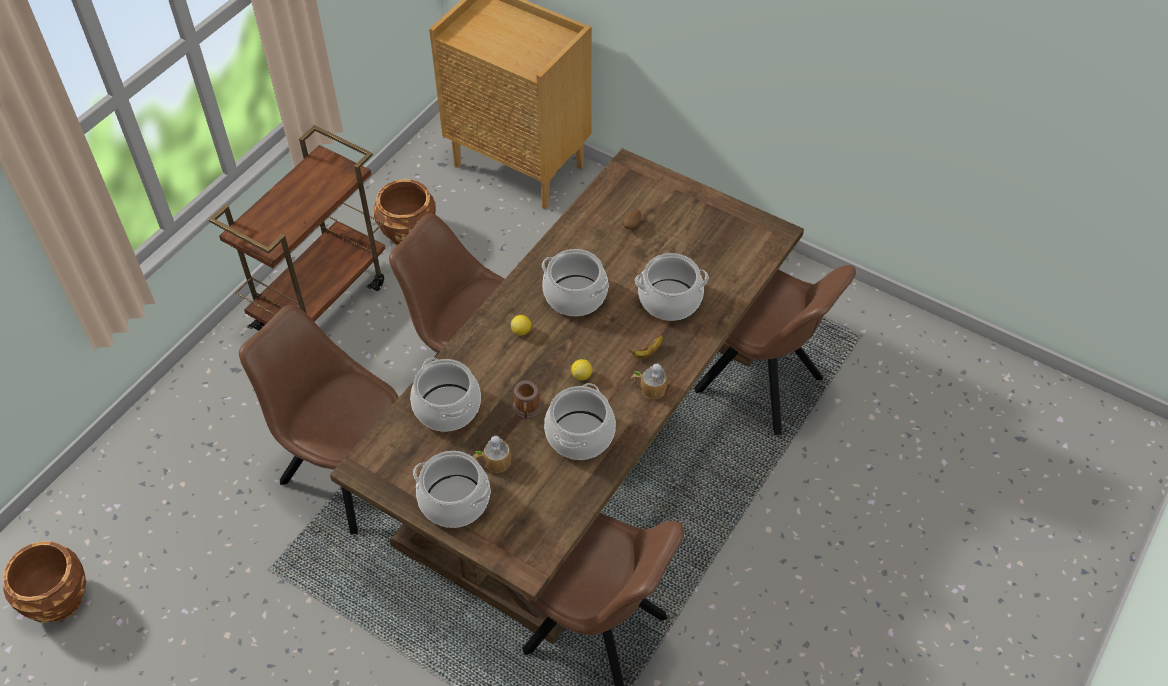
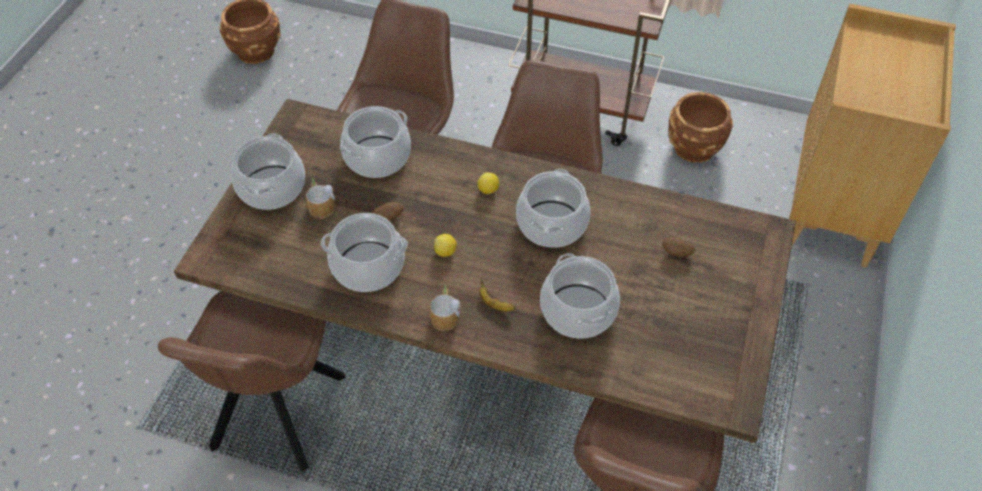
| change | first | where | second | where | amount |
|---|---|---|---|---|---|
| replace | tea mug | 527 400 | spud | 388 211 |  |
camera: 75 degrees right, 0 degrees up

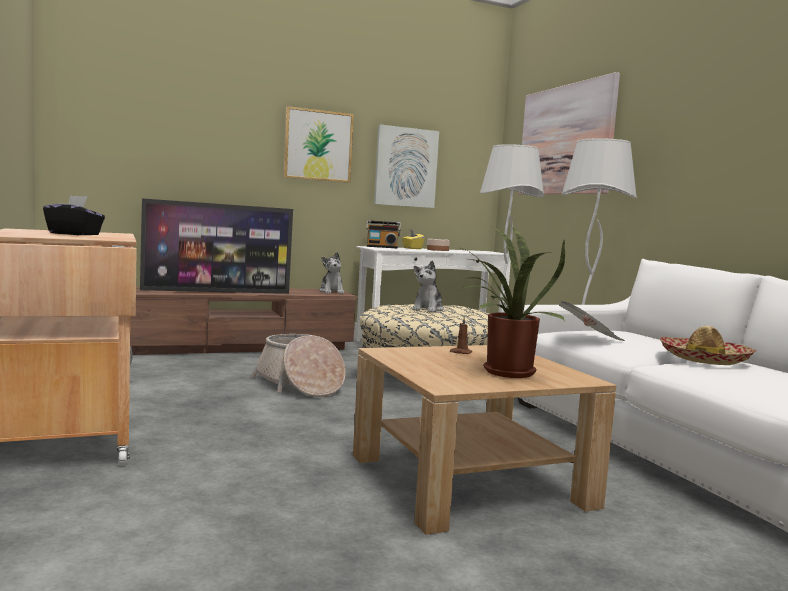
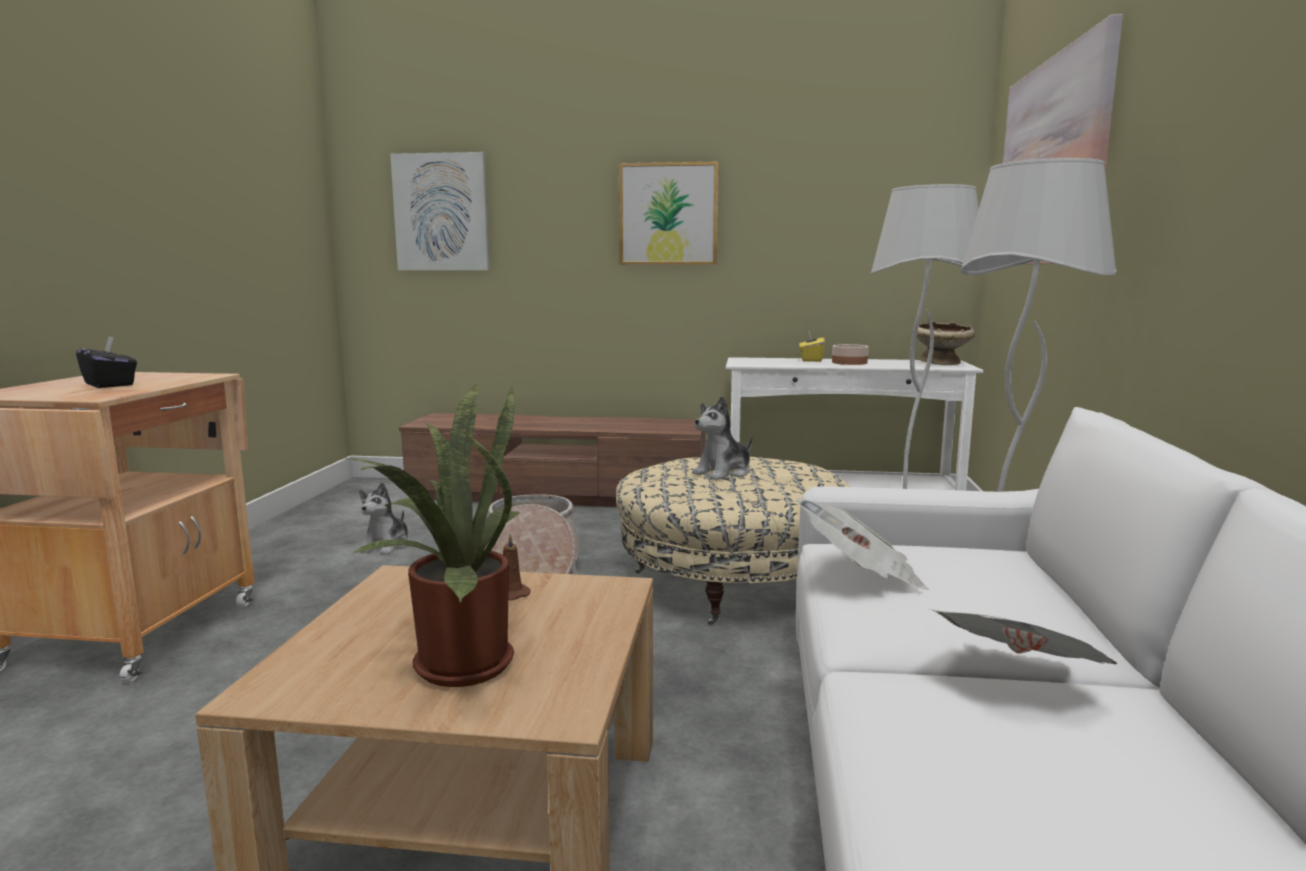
| change | first | where | second | where | amount |
|---|---|---|---|---|---|
| delete | TV set | 216 246 |  |  |  |
| delete | radio set | 383 234 |  |  |  |
| insert |  |  | serving bowl in beige-coloured | 945 343 |  |
| move | soft toy | 331 273 |  | 384 518 |  |
| move | wall picture | 406 166 |  | 440 211 |  |
| replace | clothing hat | 708 345 | printed paper | 1023 637 |  |
camera: 30 degrees right, 5 degrees up

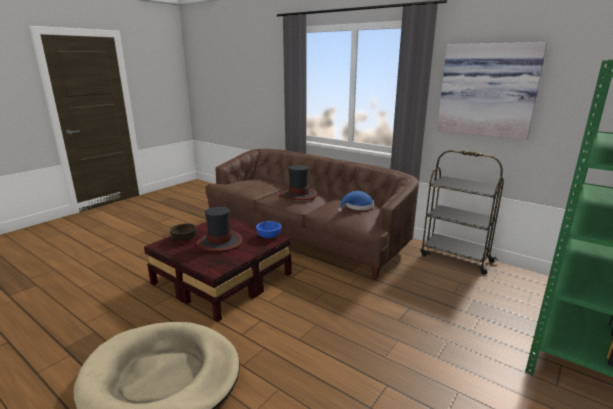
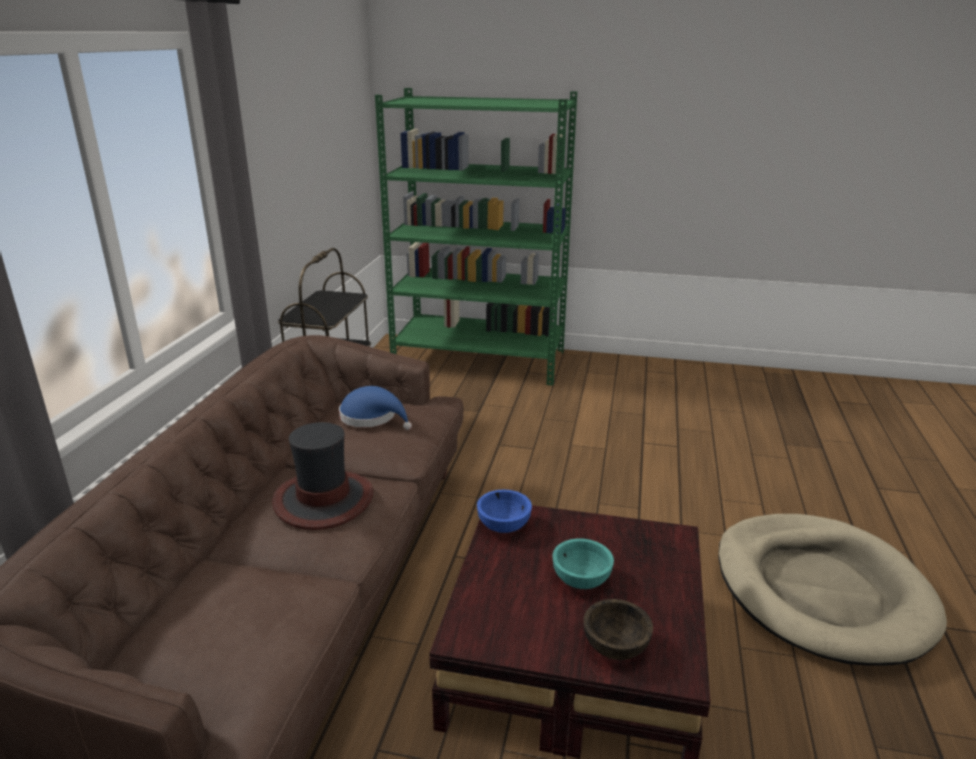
| change | first | where | second | where | amount |
|---|---|---|---|---|---|
| delete | wall picture | 492 91 |  |  |  |
| replace | clothing hat | 220 229 | serving bowl in blue-green | 583 563 |  |
camera: 115 degrees left, 5 degrees up

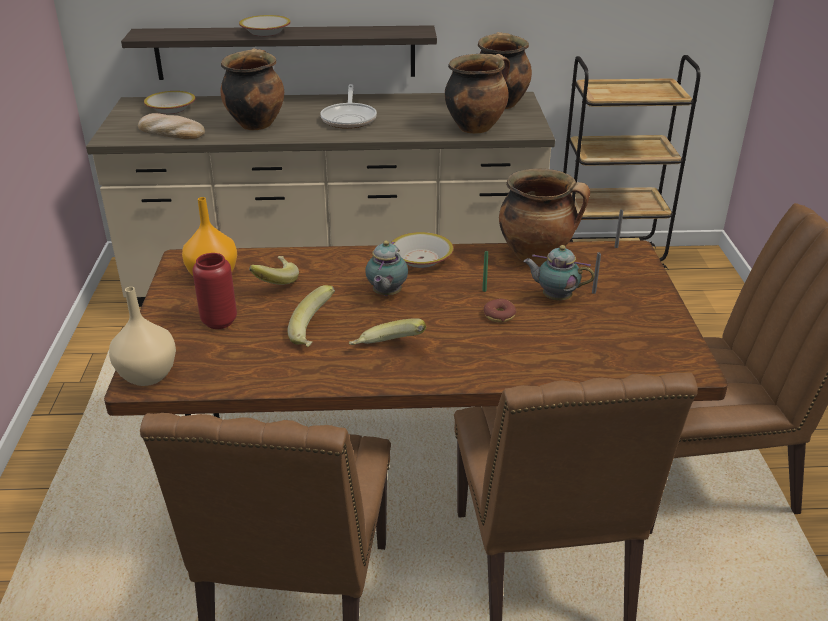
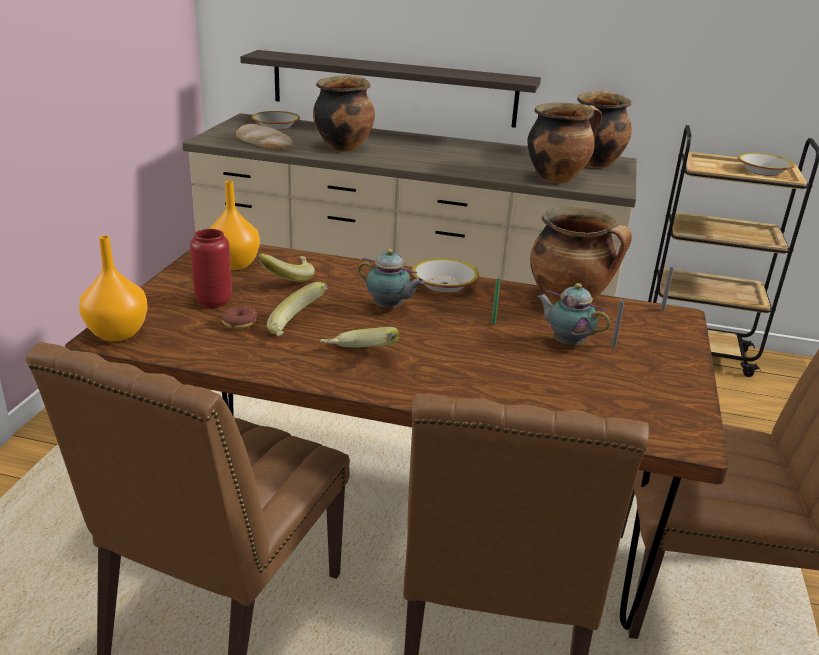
| change | first | where | second | where | amount |
|---|---|---|---|---|---|
| delete | frying pan | 348 106 |  |  |  |
| move | serving bowl | 265 26 |  | 765 164 |  |
| move | doughnut | 500 310 |  | 239 317 |  |
| recolor | flower vase in beige-coloured | 142 336 | flower vase in orangey | 113 288 |  |
| rotate | teapot | 386 268 |  | 391 279 | 90 degrees counterclockwise |
camera: 15 degrees right, 5 degrees down

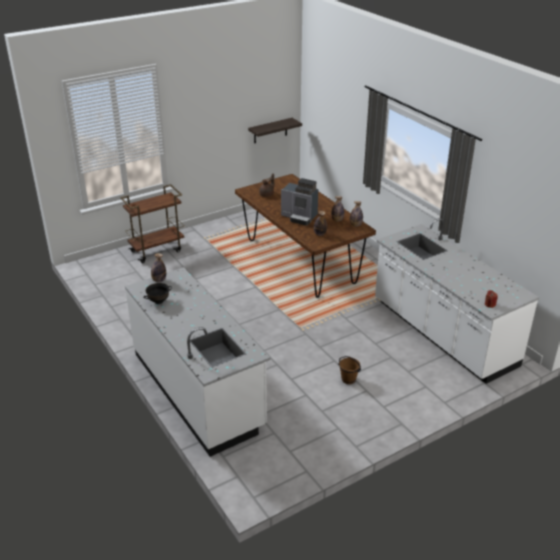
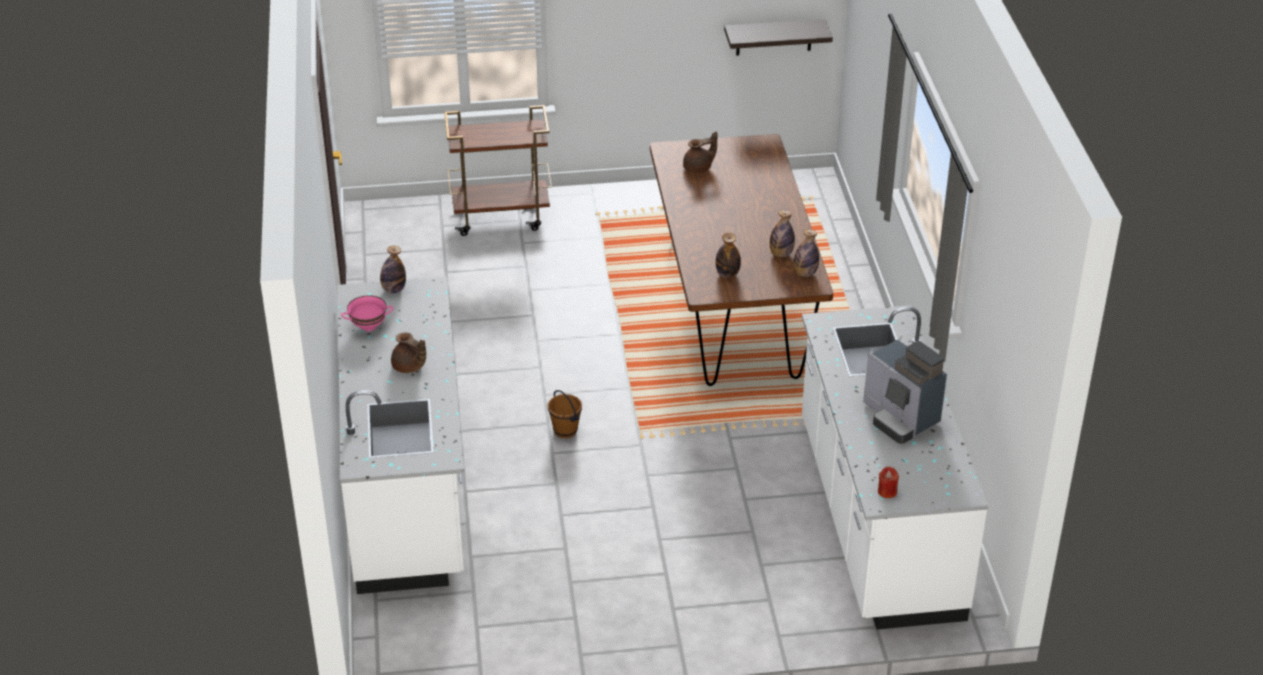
| change | first | where | second | where | amount |
|---|---|---|---|---|---|
| insert |  |  | teapot in brown-coloured | 408 353 |  |
| move | coffee brewer | 299 202 |  | 905 391 |  |
| move | bucket in brown-coloured | 349 370 |  | 565 414 |  |
| recolor | serving bowl in blackish | 158 293 | serving bowl in pink-coloured | 367 313 |  |
camera: 25 degrees right, 5 degrees up

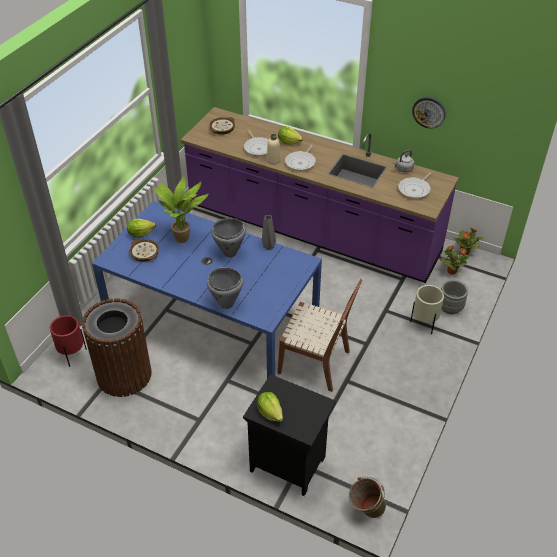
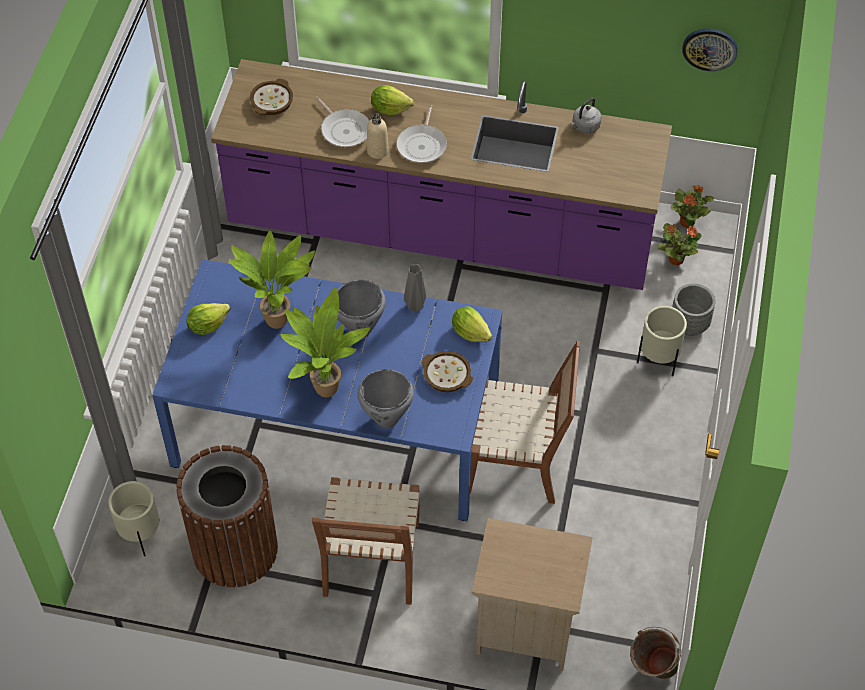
| change | first | where | second | where | amount |
|---|---|---|---|---|---|
| delete | frying pan | 415 185 |  |  |  |
| insert |  |  | plant in a pot | 325 342 |  |
| insert |  |  | upright chair | 366 541 |  |
| move | serving bowl | 144 250 |  | 447 371 |  |
| move | lettuce | 270 407 |  | 472 324 |  |
| move | clock on the wall | 429 113 |  | 710 49 |  |
| recolor | flower pot in red | 68 341 | flower pot in beige-coloured | 134 518 |  |
| recolor | bedside table in blackish | 289 435 | bedside table in beige-coloured | 532 594 |  |
camera: 15 degrees left, 10 degrees up

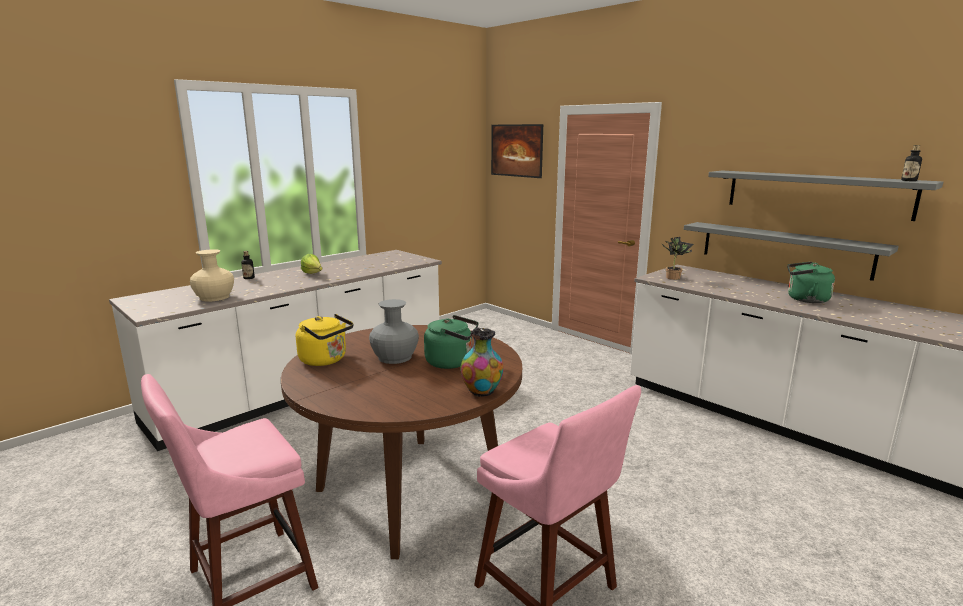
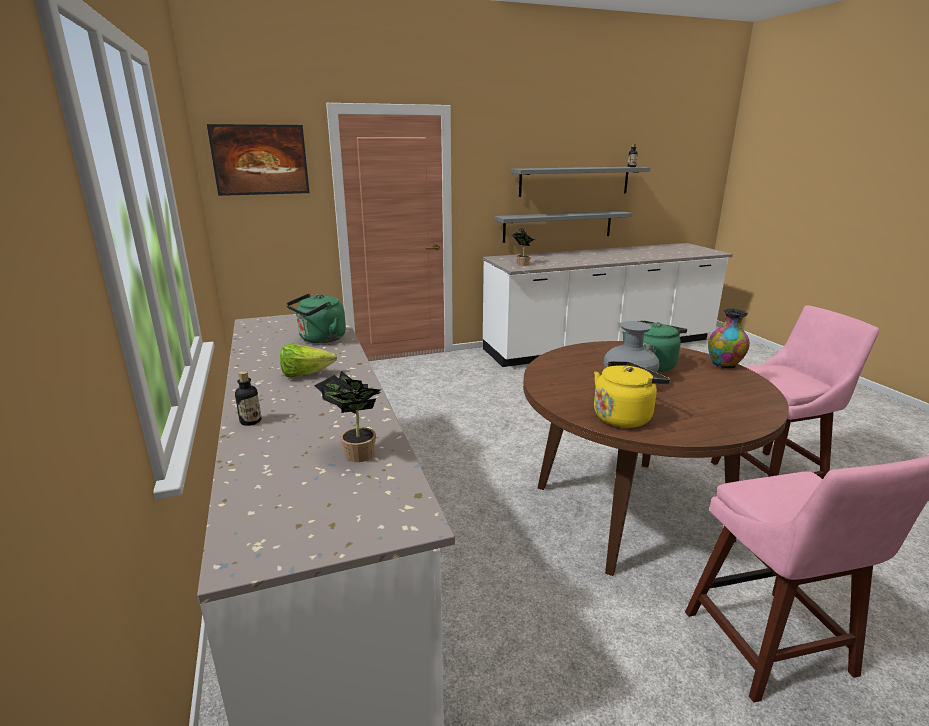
| change | first | where | second | where | amount |
|---|---|---|---|---|---|
| move | tea kettle in greenish | 811 282 |  | 316 318 |  |
| replace | flower vase in beige-coloured | 212 275 | plant in a pot | 347 416 |  |
camera: 65 degrees left, 5 degrees up

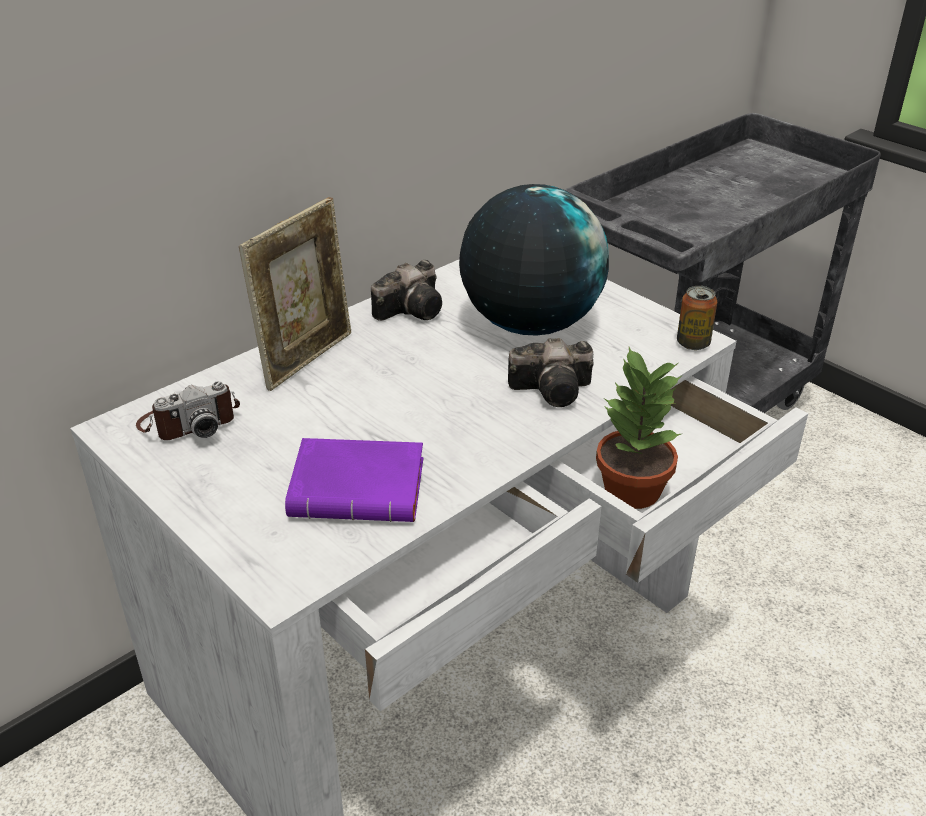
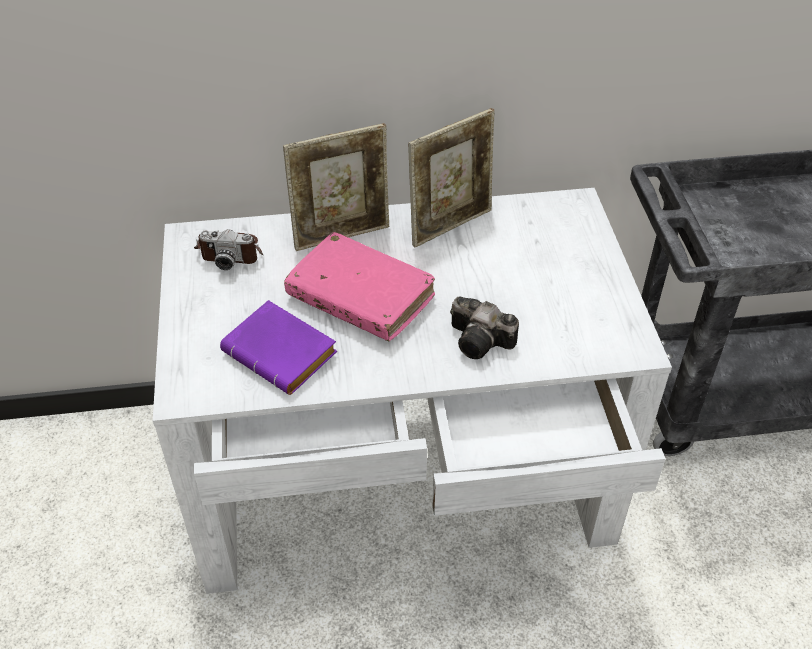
| change | first | where | second | where | amount |
|---|---|---|---|---|---|
| delete | world globe | 534 260 |  |  |  |
| delete | plant in a pot | 638 428 |  |  |  |
| delete | metal can | 697 318 |  |  |  |
| insert |  |  | bound book in pink-coloured | 359 287 |  |
| replace | photo camera | 406 290 | picture frame | 451 177 |  |
camera: 35 degrees right, 10 degrees up

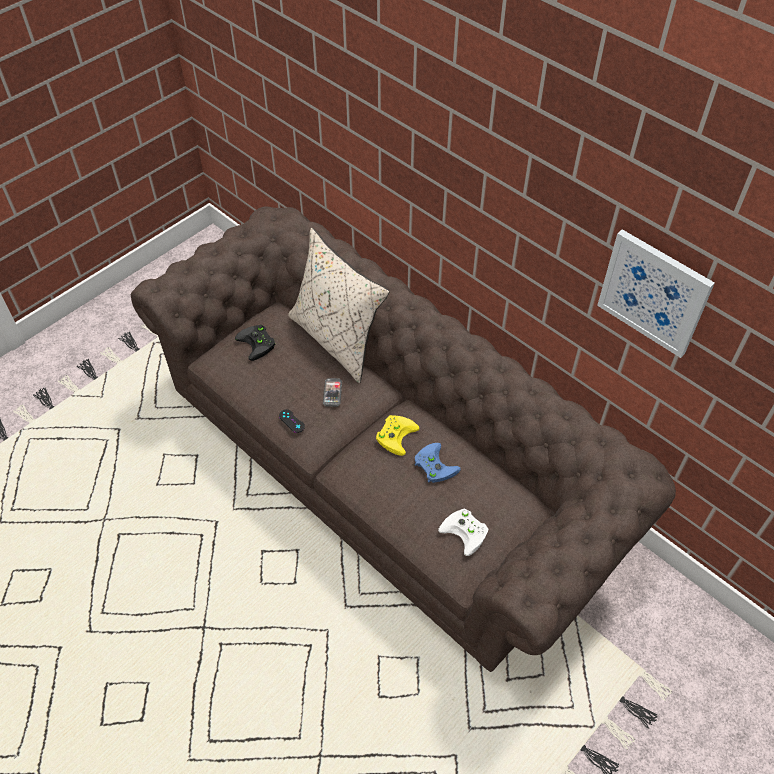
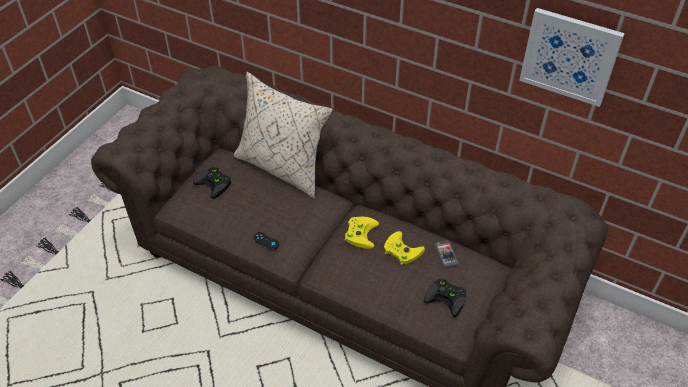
| change | first | where | second | where | amount |
|---|---|---|---|---|---|
| move | telephone | 332 392 |  | 447 254 |  |
| recolor | joypad in bluish | 438 463 | joypad in yellowish | 404 248 |  |
| recolor | joypad in whitish | 463 532 | joypad in blackish | 445 298 |  |
camera: 15 degrees left, 5 degrees down

